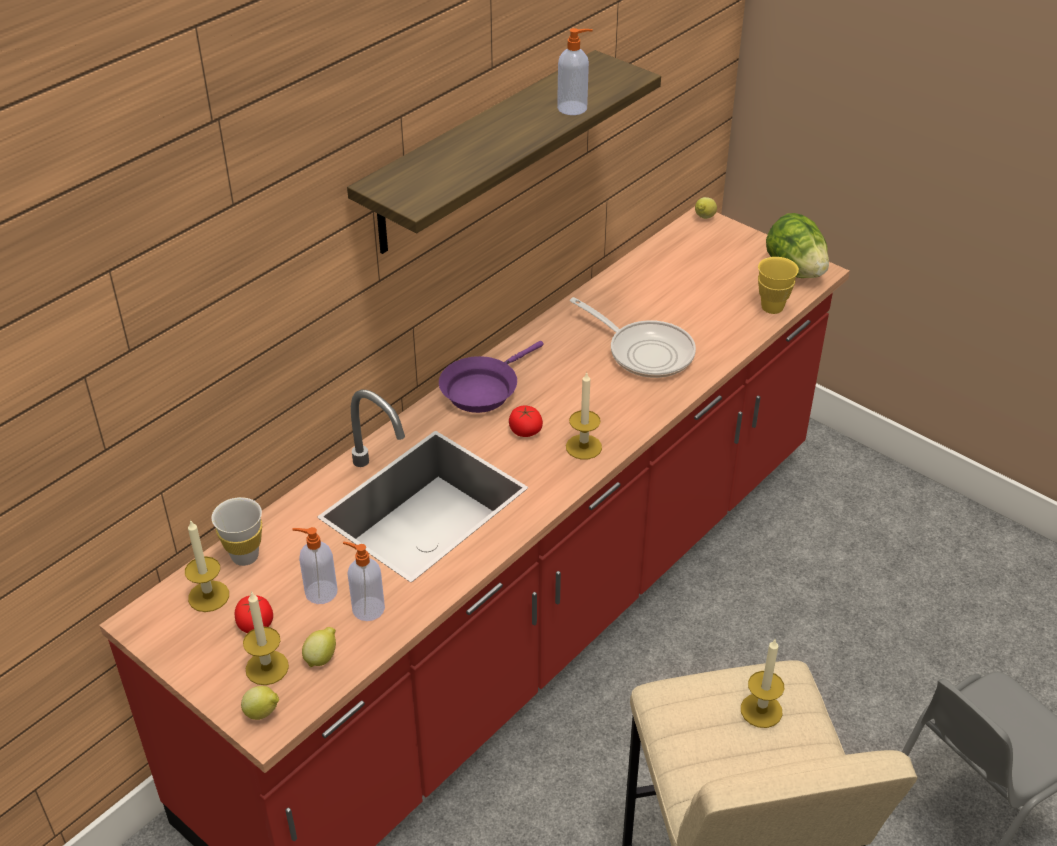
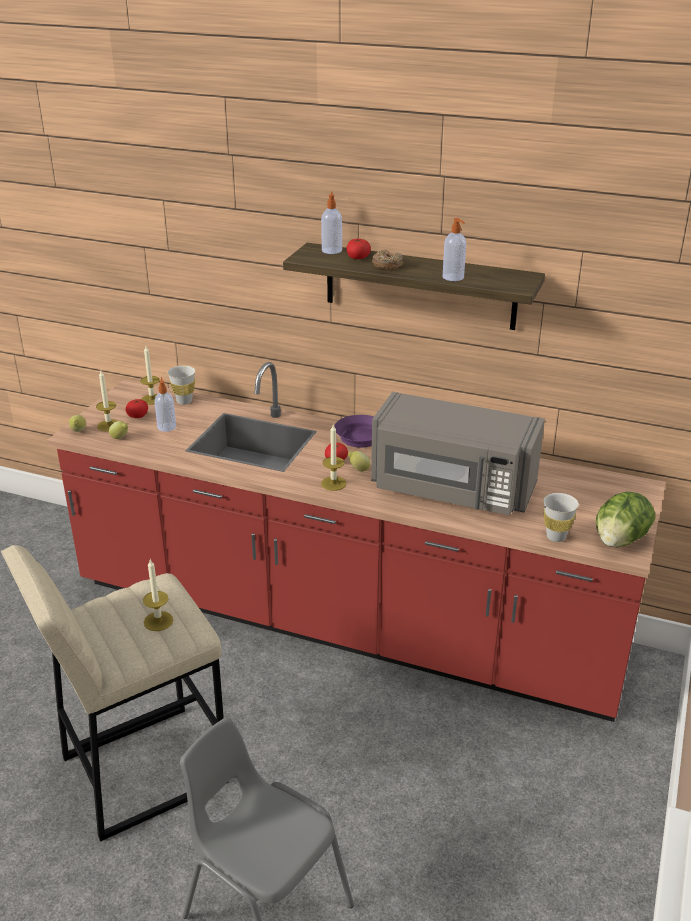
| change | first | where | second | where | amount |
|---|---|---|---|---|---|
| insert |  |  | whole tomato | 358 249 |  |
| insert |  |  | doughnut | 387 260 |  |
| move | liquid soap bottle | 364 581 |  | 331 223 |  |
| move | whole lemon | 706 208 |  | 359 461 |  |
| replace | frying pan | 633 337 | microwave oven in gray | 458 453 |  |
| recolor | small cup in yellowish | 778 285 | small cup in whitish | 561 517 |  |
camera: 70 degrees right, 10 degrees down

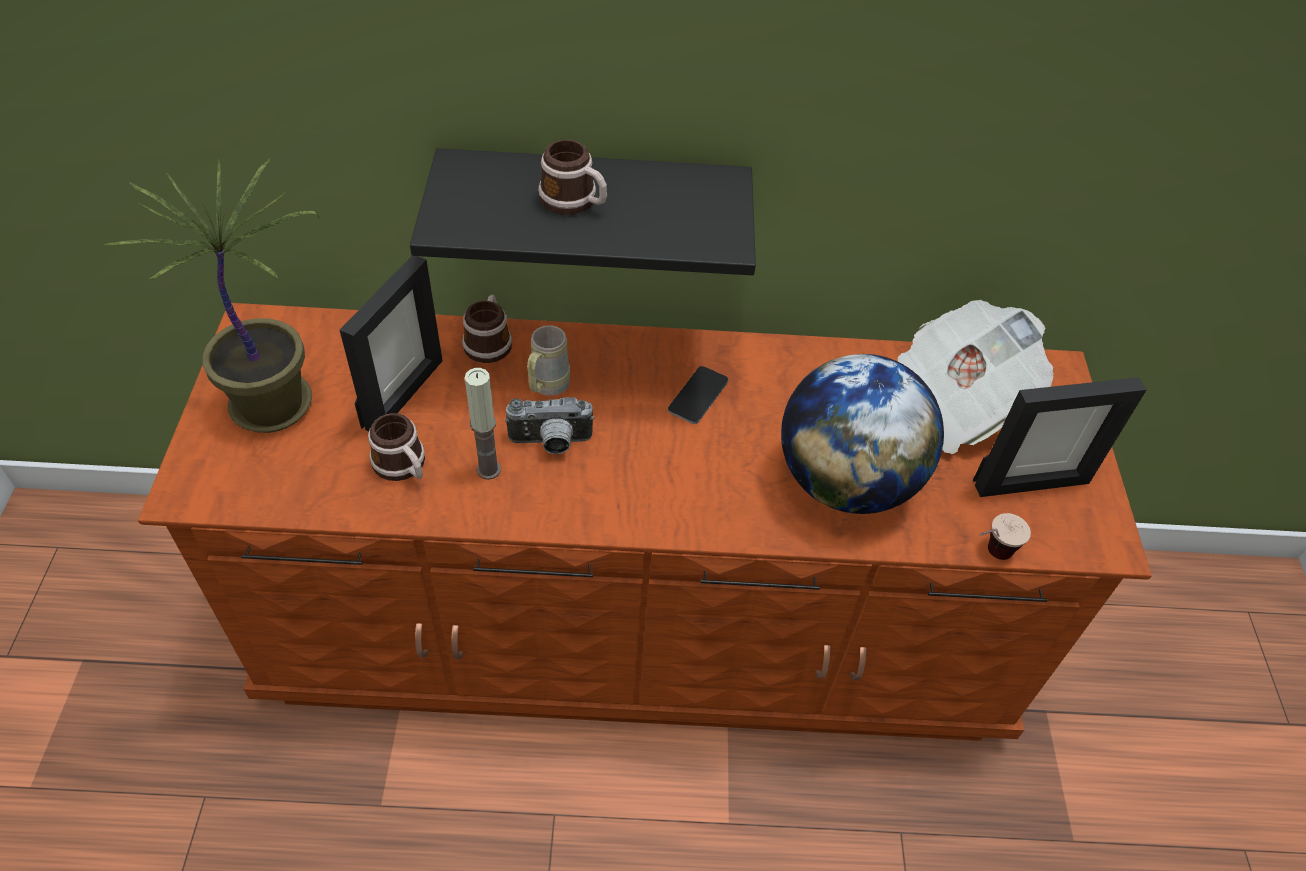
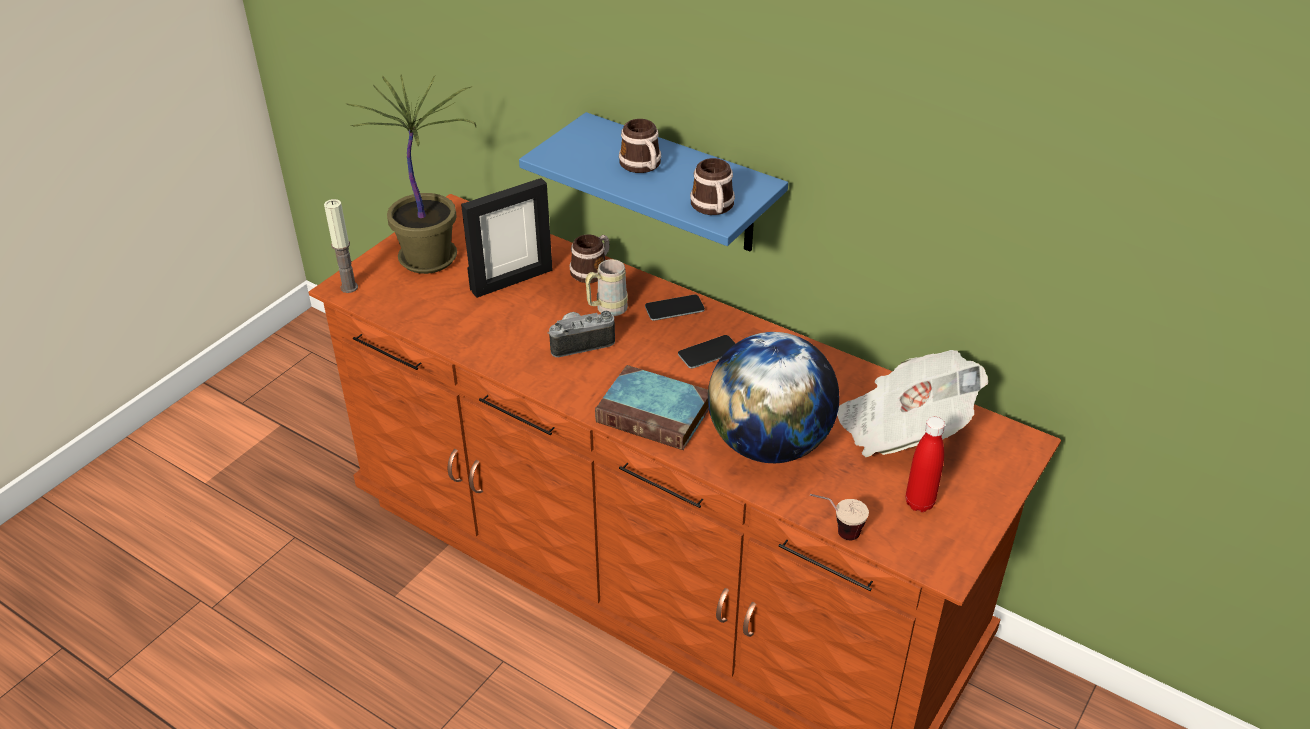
| change | first | where | second | where | amount |
|---|---|---|---|---|---|
| insert |  |  | bound book | 652 407 |  |
| insert |  |  | telephone | 675 308 |  |
| move | tea mug | 396 447 |  | 712 186 |  |
| move | wax light | 483 424 |  | 341 246 |  |
| replace | picture frame | 1060 437 | drink bottle in red | 925 464 |  |
| recolor | bracket shelf in blackish | 583 212 | bracket shelf in bluish | 653 182 |  |
| rotate | photo camera | 549 426 |  | 581 334 | 135 degrees clockwise |
camera: 35 degrees right, 10 degrees down

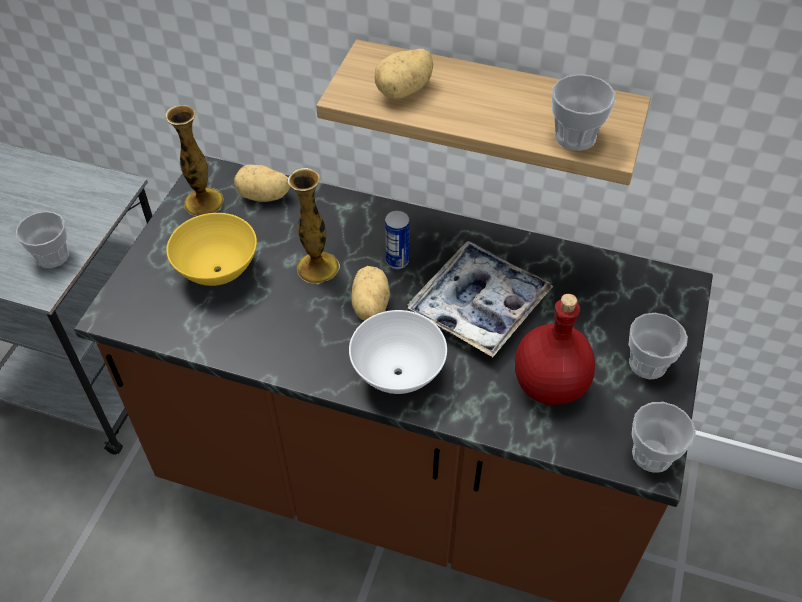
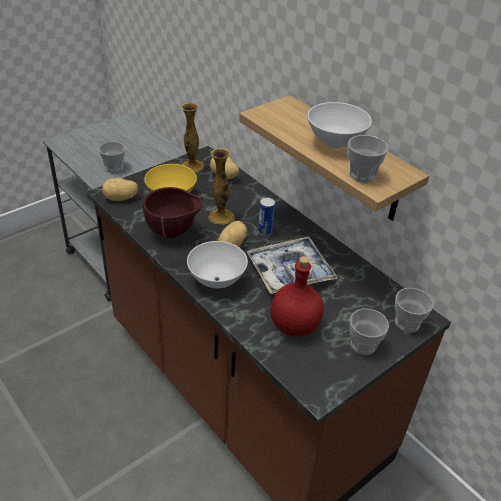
| change | first | where | second | where | amount |
|---|---|---|---|---|---|
| insert |  |  | serving bowl in brown-coloured | 172 212 |  |
| insert |  |  | serving bowl in whitish | 340 125 |  |
| move | spud | 404 74 |  | 120 189 |  |
| move | small cup | 664 437 |  | 414 310 |  |
camera: 30 degrees right, 10 degrees down

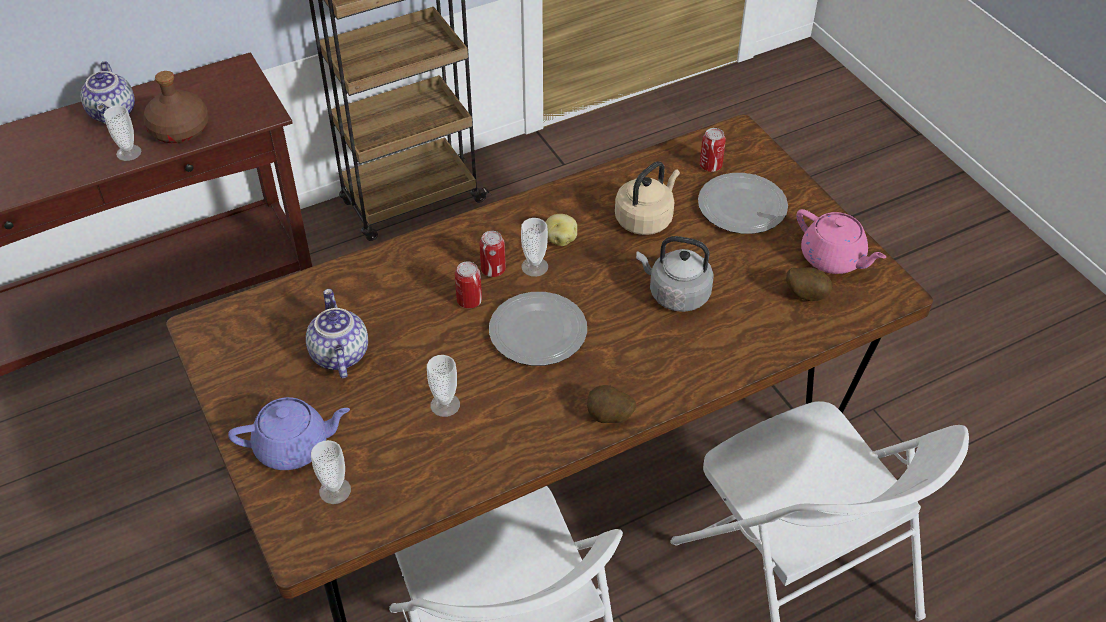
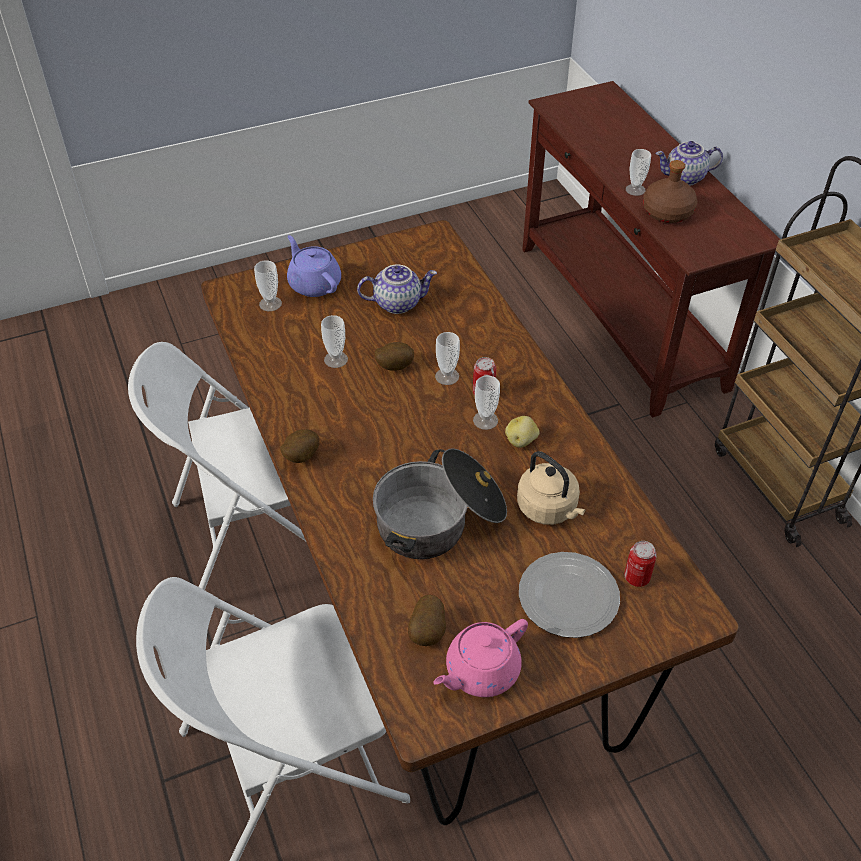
| change | first | where | second | where | amount |
|---|---|---|---|---|---|
| delete | flat dish | 538 329 |  |  |  |
| insert |  |  | spud | 394 356 |  |
| replace | metal can | 468 284 | small cup | 447 358 |  |
| replace | tea kettle in gray | 675 274 | cooking pot | 440 504 |  |
| rotate | teapot in purplish | 289 433 |  | 314 266 | 150 degrees clockwise |
camera: 95 degrees right, 0 degrees up

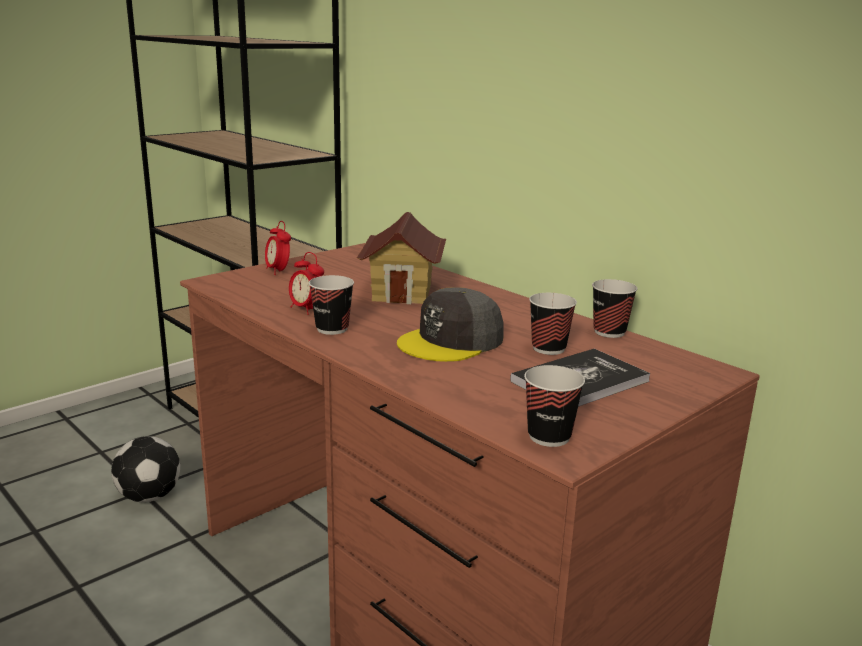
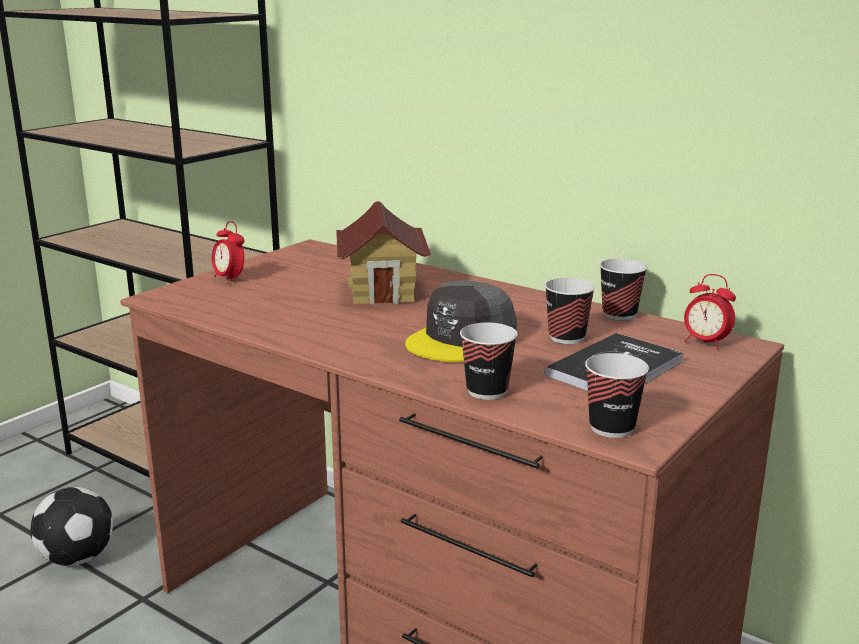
| change | first | where | second | where | amount |
|---|---|---|---|---|---|
| move | alarm clock | 306 283 |  | 710 311 |  |
| move | small cup | 331 305 |  | 489 361 |  |
camera: 10 degrees left, 0 degrees up

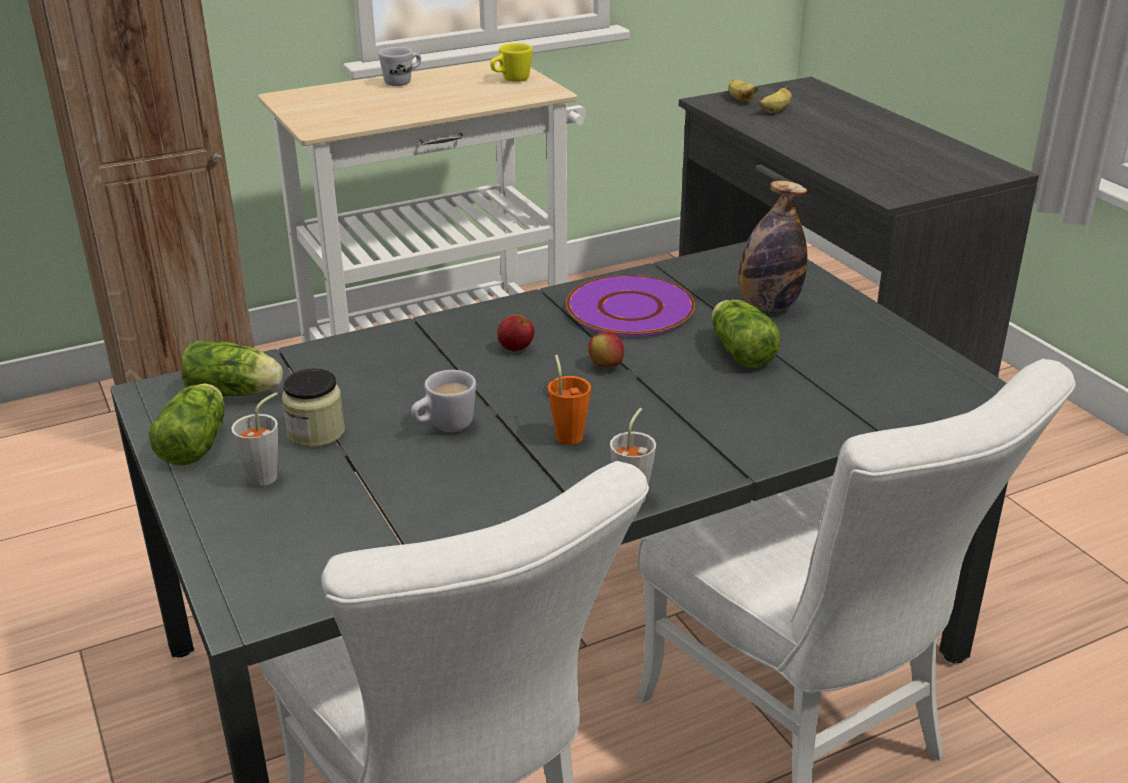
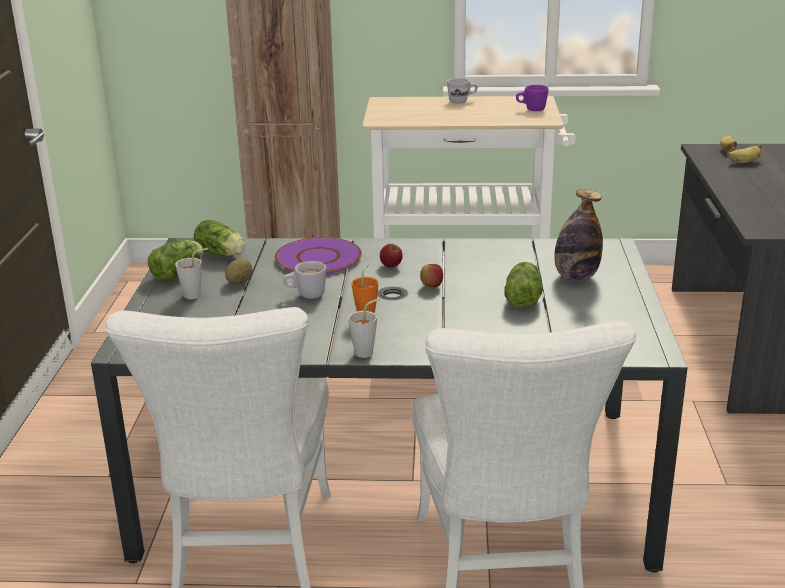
| change | first | where | second | where | amount |
|---|---|---|---|---|---|
| move | flat dish in purplish | 630 306 |  | 318 255 |  |
| replace | preserve jar | 313 408 | spud | 239 271 |  |
| recolor | tea mug in yellowish | 511 62 | tea mug in purplish | 532 98 |  |
camera: 30 degrees right, 5 degrees down

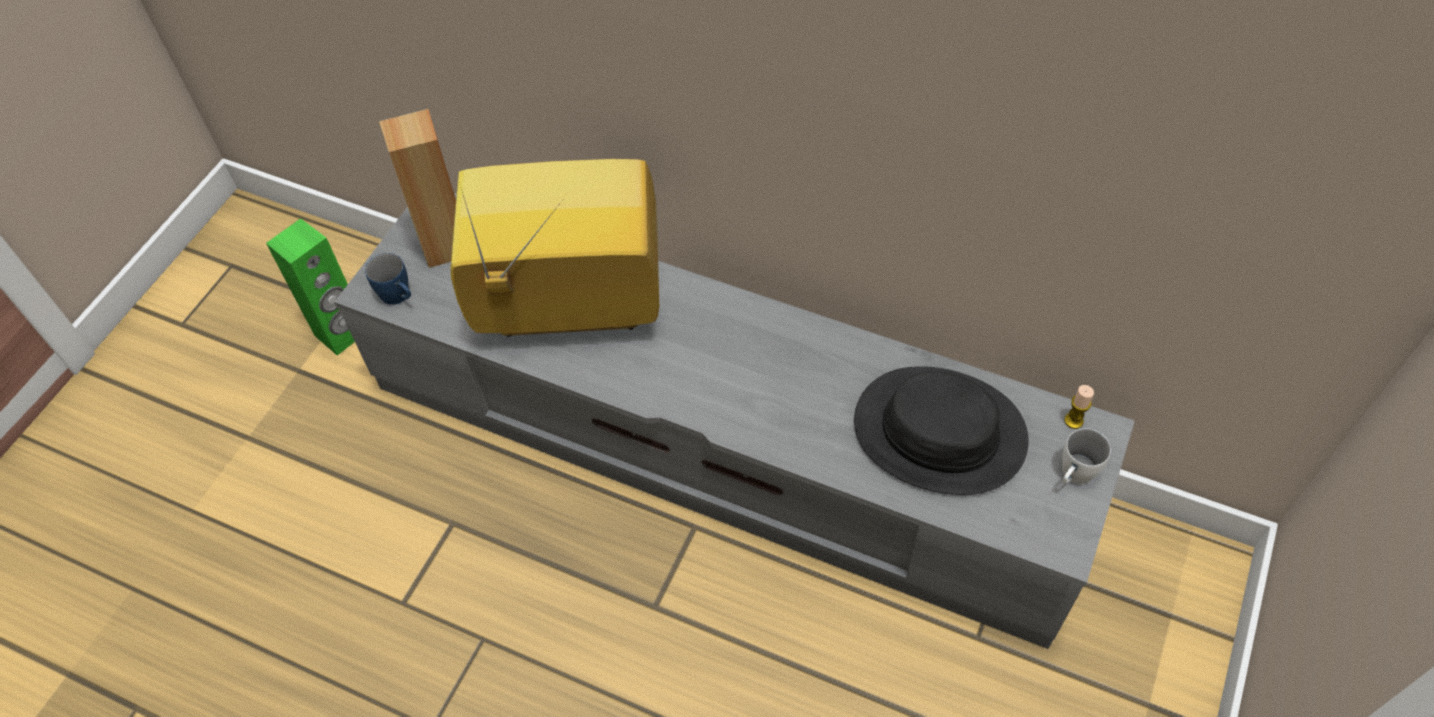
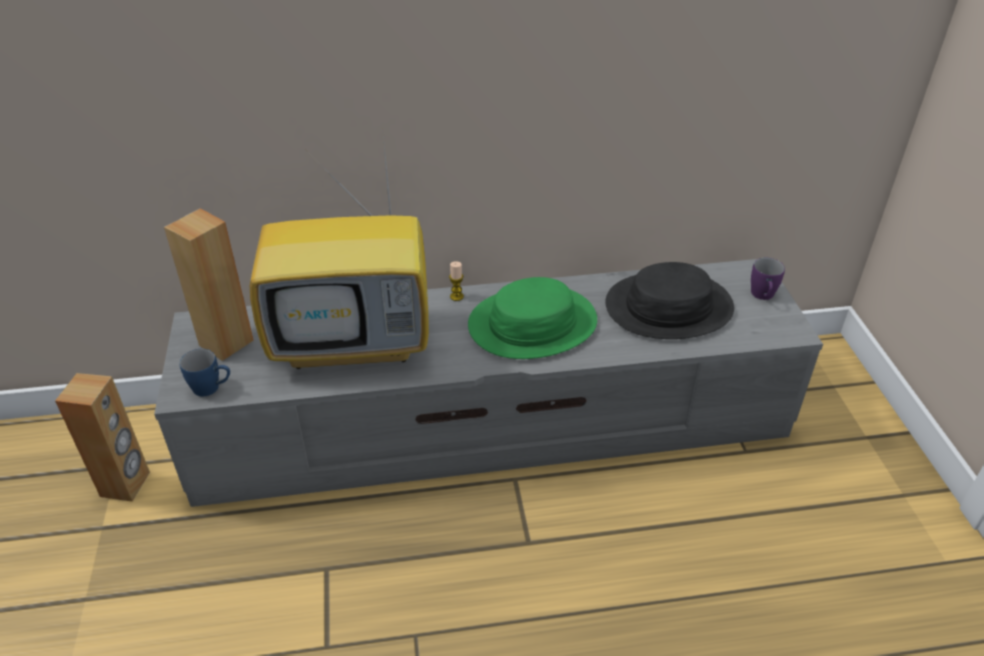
| change | first | where | second | where | amount |
|---|---|---|---|---|---|
| insert |  |  | clothing hat in greenish | 532 318 |  |
| move | wax light | 1079 407 |  | 456 281 |  |
| recolor | loudspeaker in greenish | 310 286 | loudspeaker in brown-coloured | 102 437 |  |
| recolor | tea mug in whitish | 1086 456 | tea mug in purplish | 768 279 |  |
| rotate | TV set | 555 248 |  | 339 252 | 150 degrees counterclockwise |
camera: 35 degrees left, 15 degrees down

